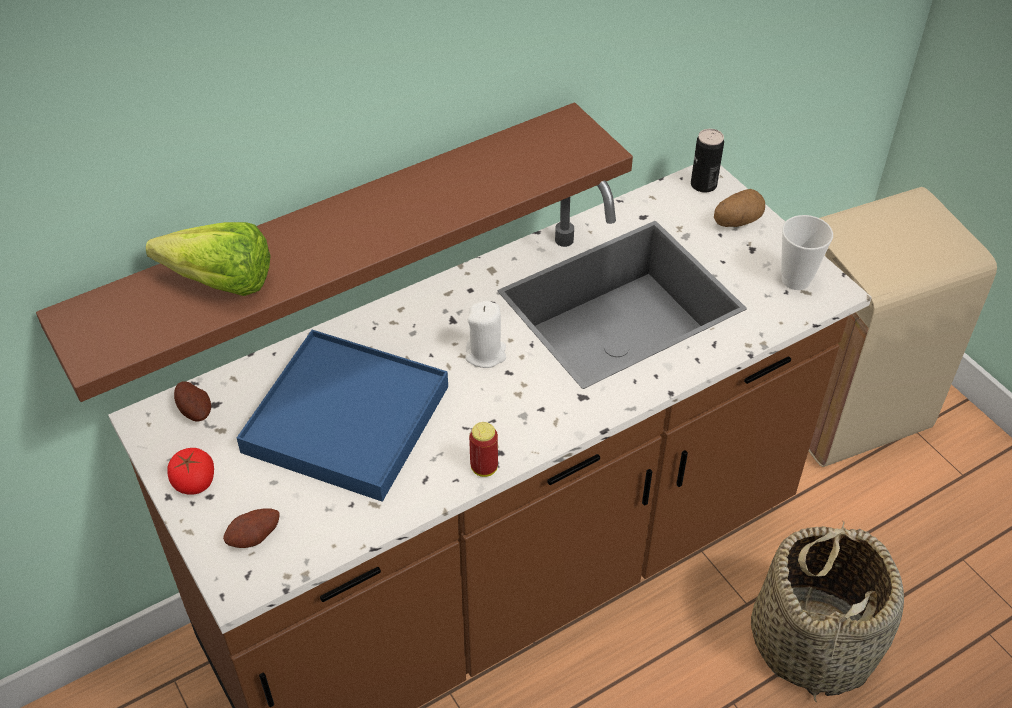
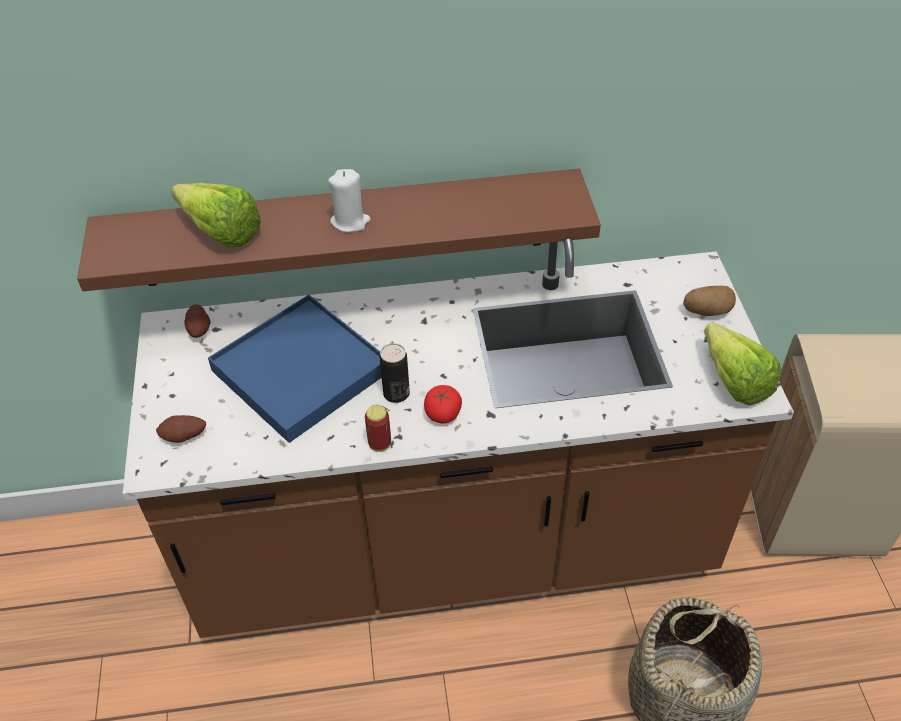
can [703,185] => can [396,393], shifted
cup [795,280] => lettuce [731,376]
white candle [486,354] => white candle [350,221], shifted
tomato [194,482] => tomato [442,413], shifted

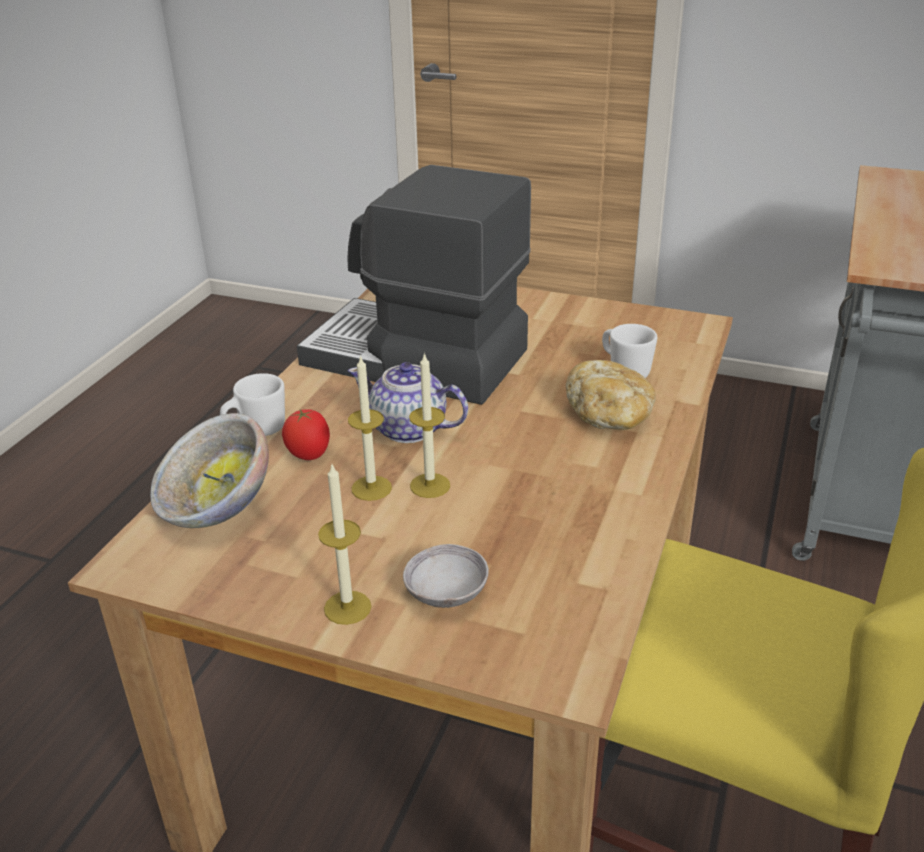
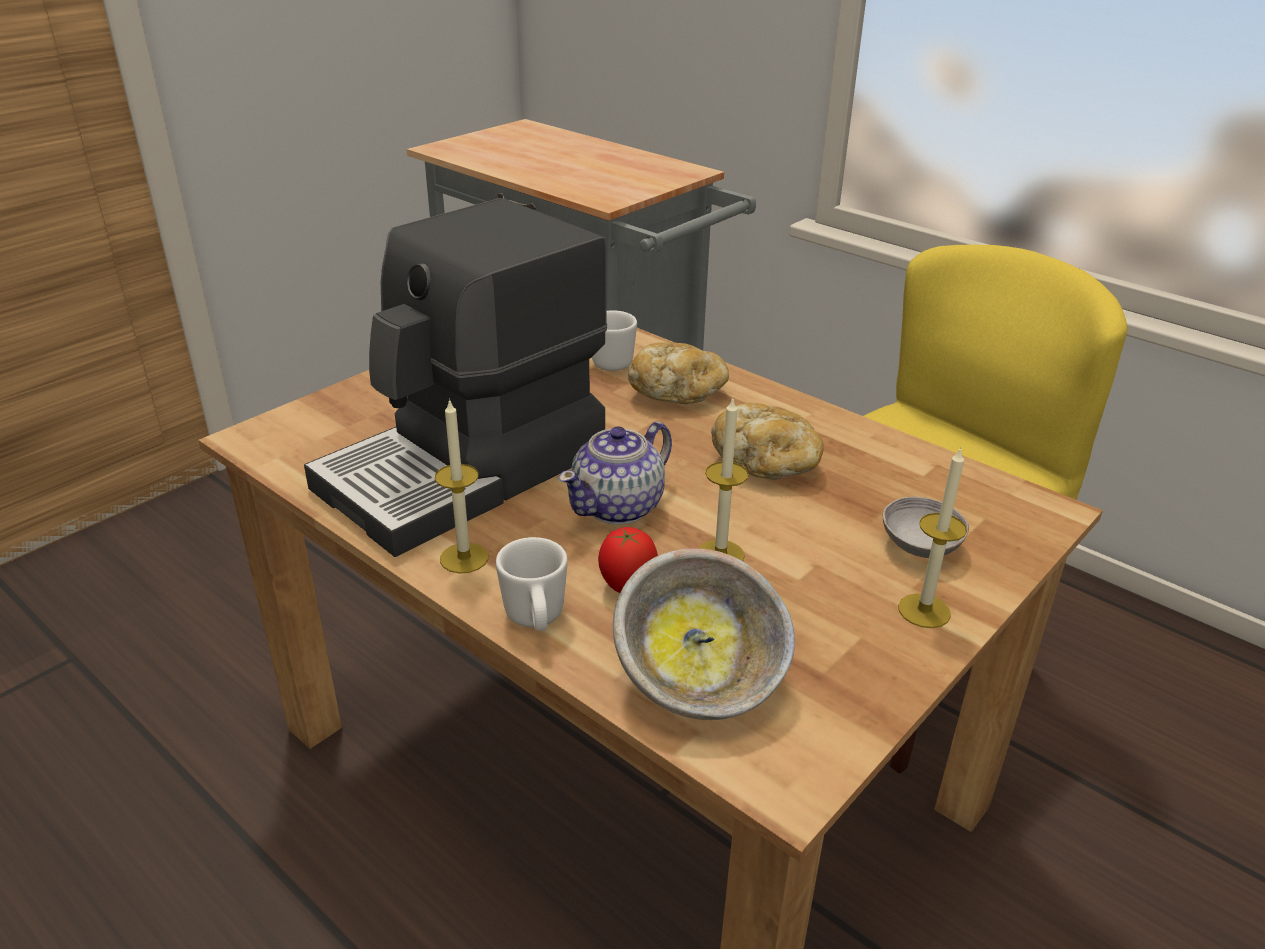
candle [430,485] => candle [464,558], shifted
nothing => bread [766,464]

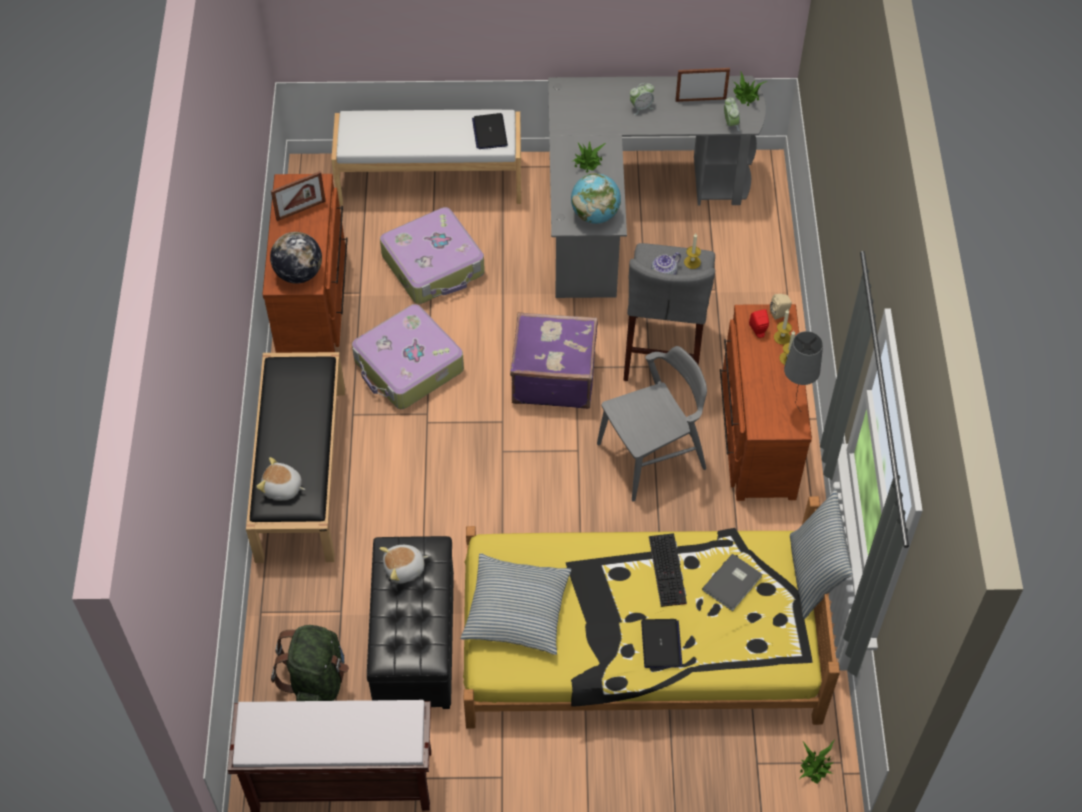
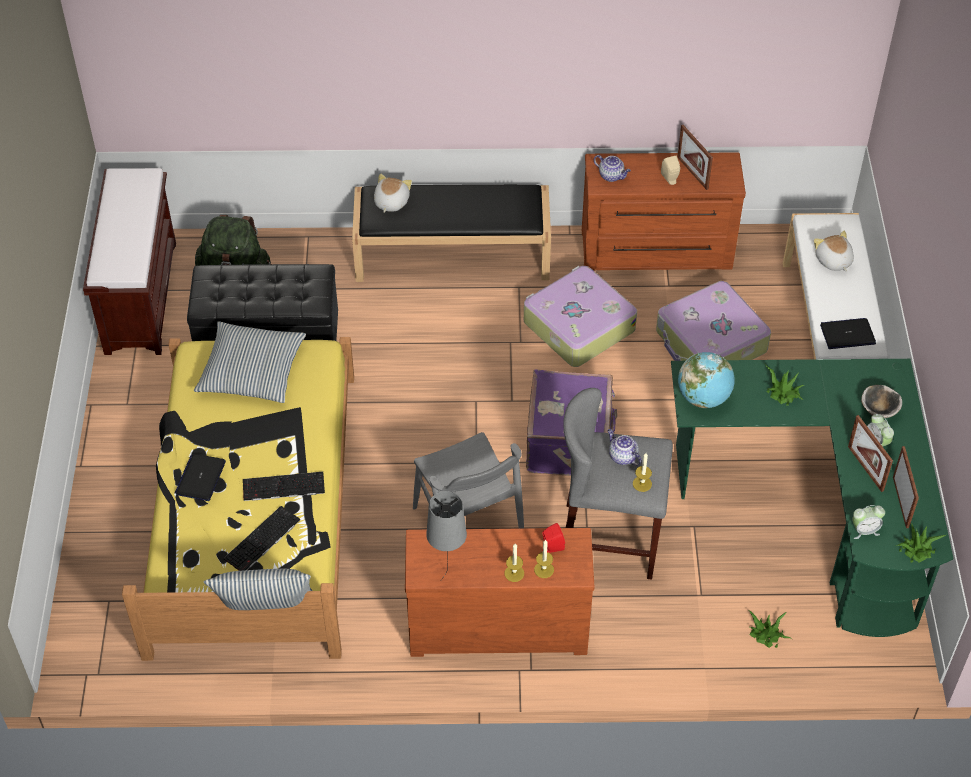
grey desk [628,206] => green desk [817,513]
globe [299,273] => teapot [611,176]
beige speaker [780,313] => beige speaker [670,179], shifted
plush toy [404,569] => plush toy [833,261], shifted
grey book [733,583] => keyboard [262,541]
laptop [661,644] => laptop [200,478], 105 degrees clockwise
potted plant [816,767] => potted plant [766,634], shifted
nothing => bowl [878,411]
nothing => picture frame [865,468]

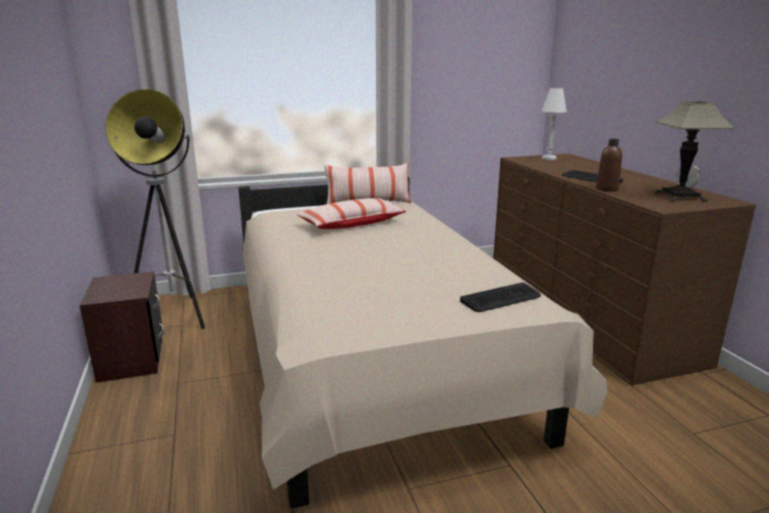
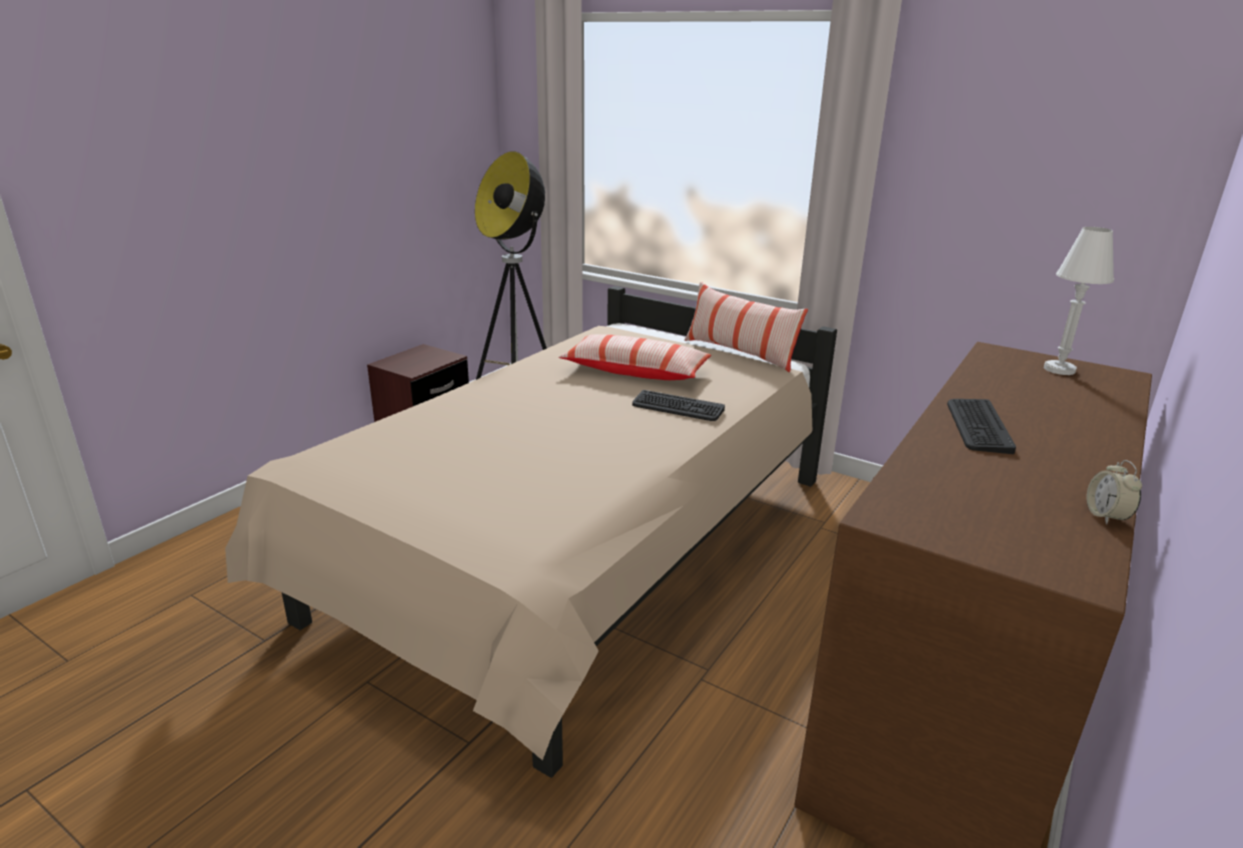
table lamp [680,197] => nothing
brown bottle [606,189] => nothing
keyboard [501,298] => keyboard [677,407], shifted

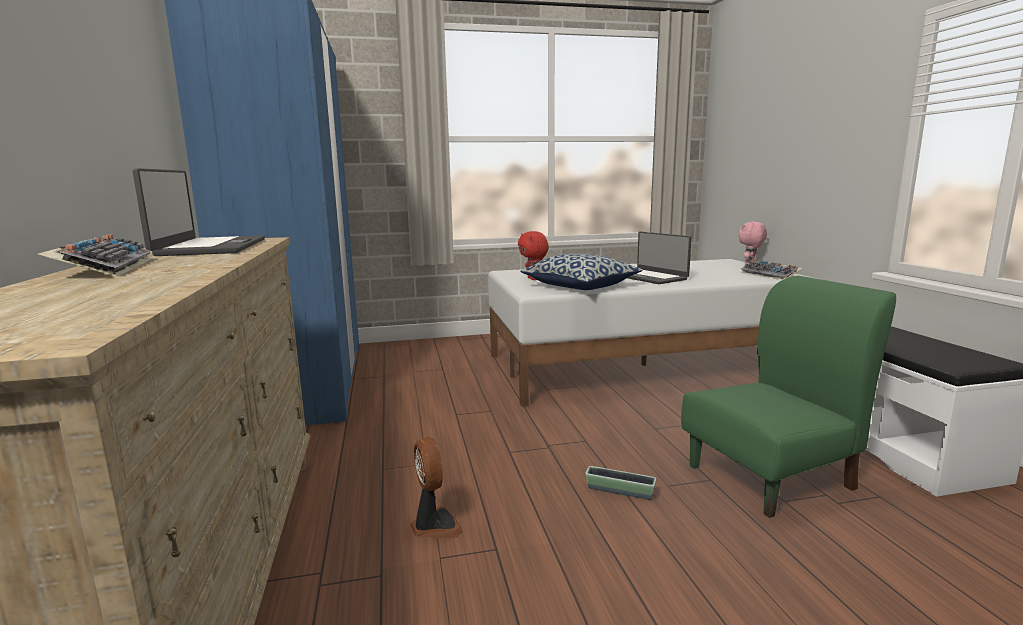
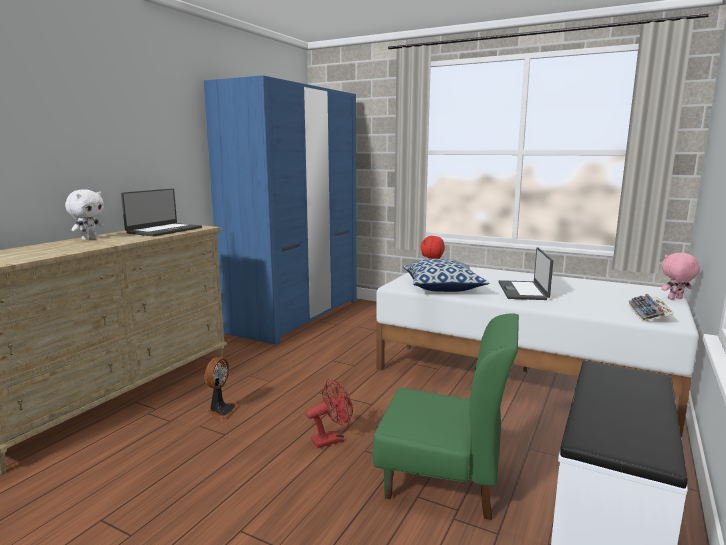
keyboard [103,268] => white plush toy [89,238]
planter [620,491] => red fan [332,439]

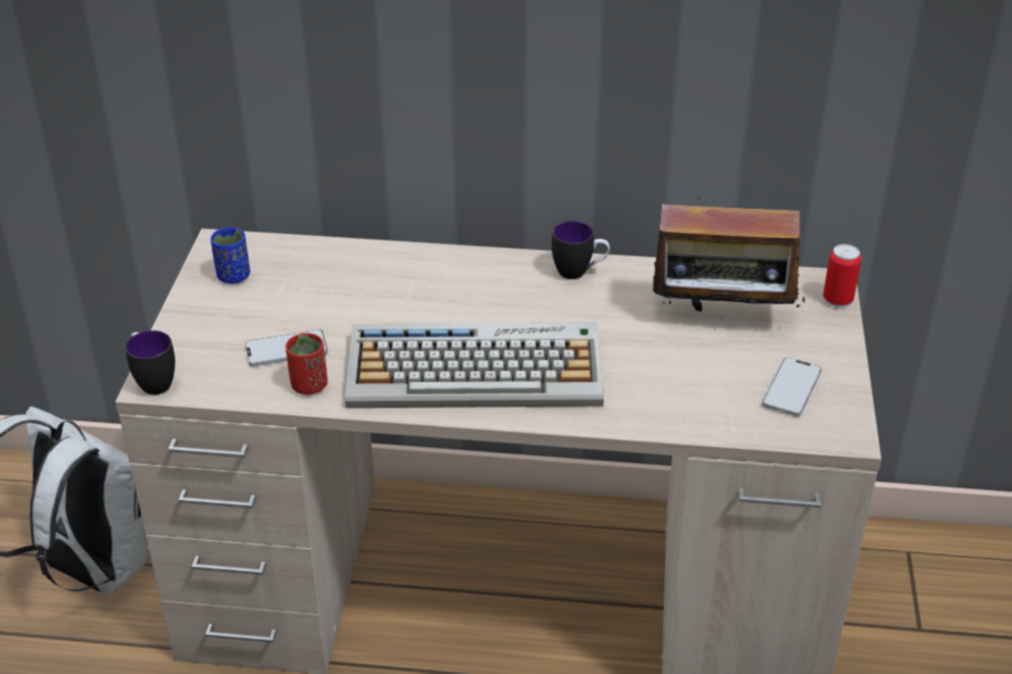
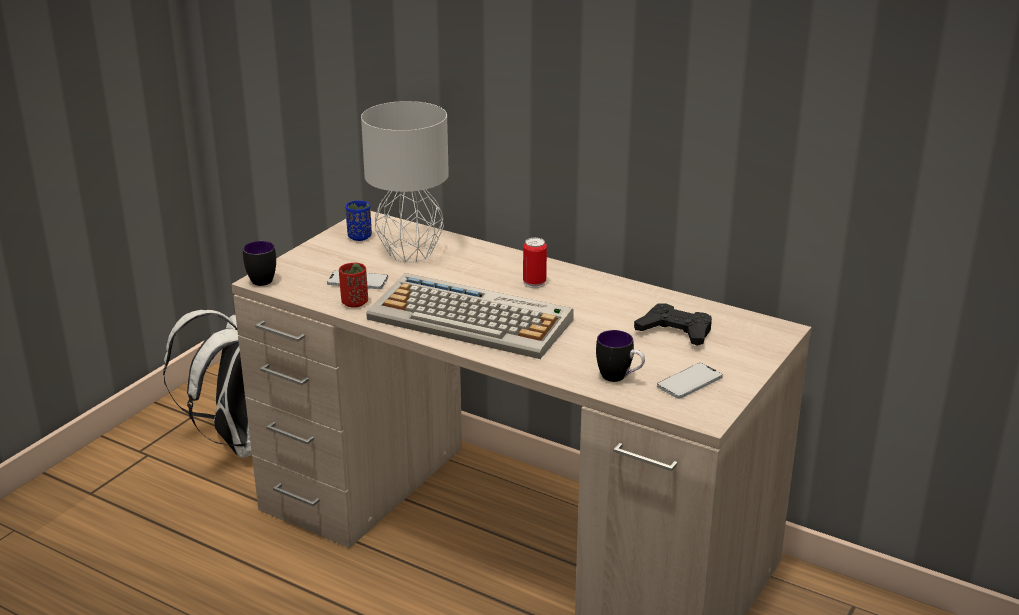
radio [721,319] => black game controller [675,331]
mug [579,272] => mug [619,378], shifted
can [837,300] => can [534,283], shifted
nothing => grey table lamp [411,252]

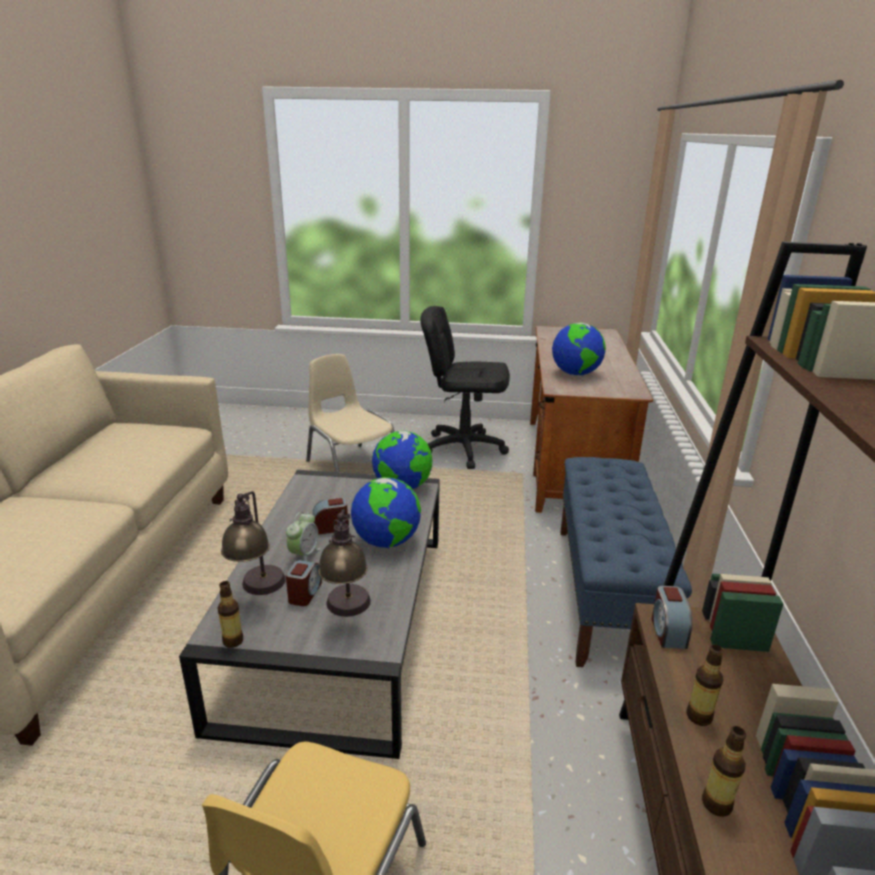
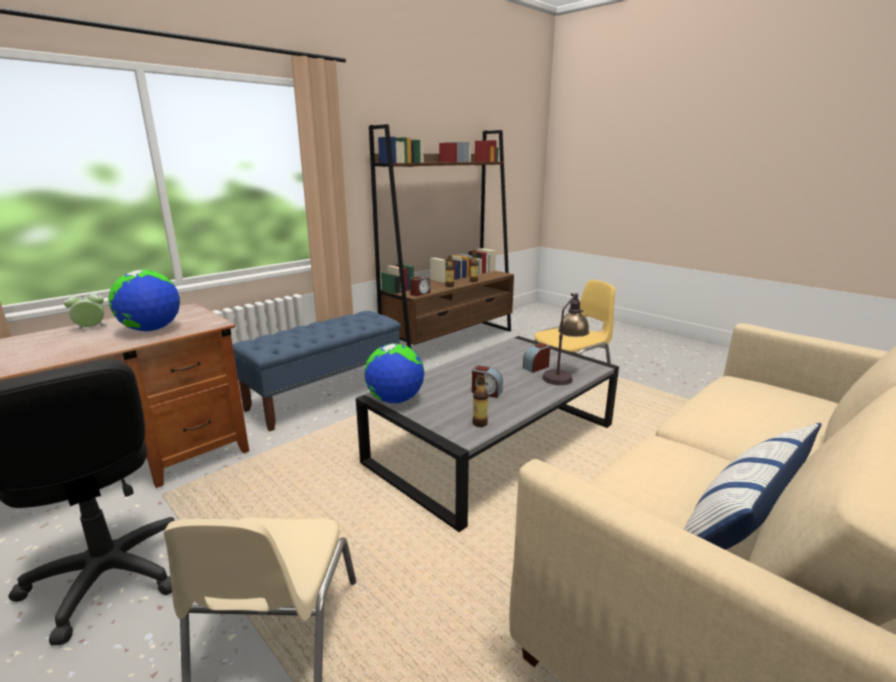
globe [386,541] => nothing
table lamp [347,613] => nothing
alarm clock [304,555] => alarm clock [91,328], shifted
bottle [233,641] => bottle [479,423], shifted
nothing => pillow [738,523]

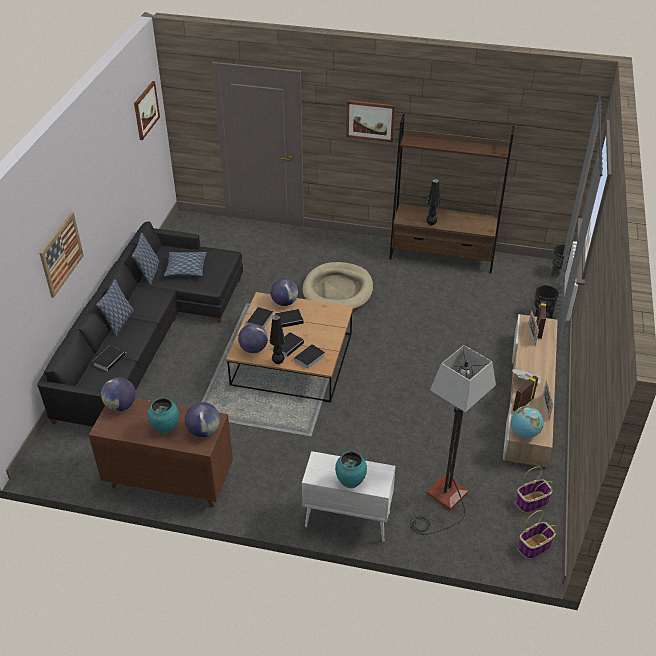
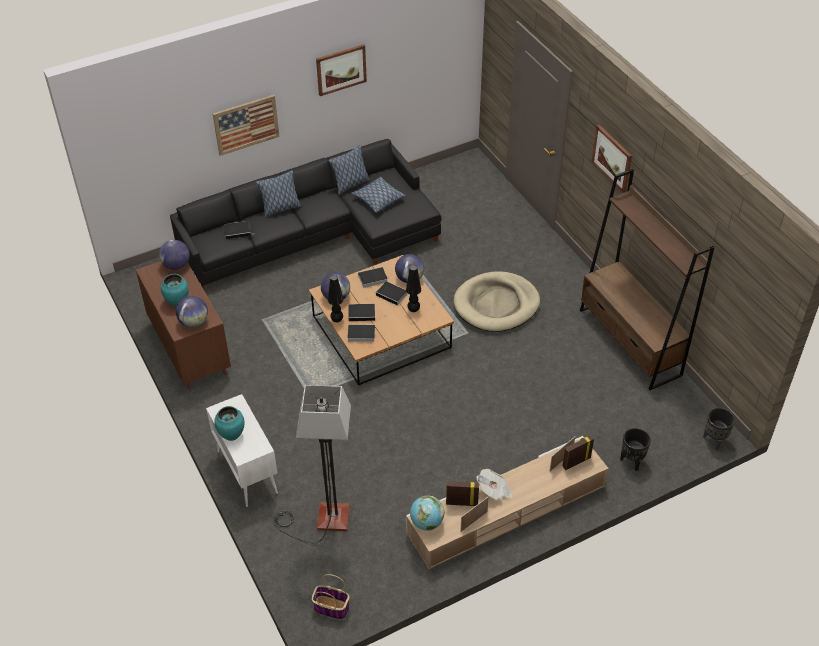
picture [146,110] => picture [341,69], shifted
black table lamp [431,224] => black table lamp [413,310], shifted
basket [531,502] => nothing

